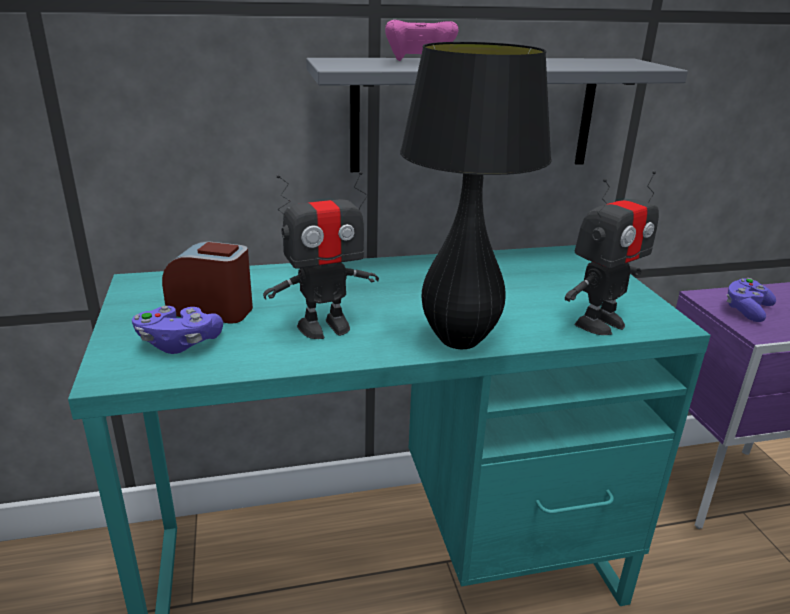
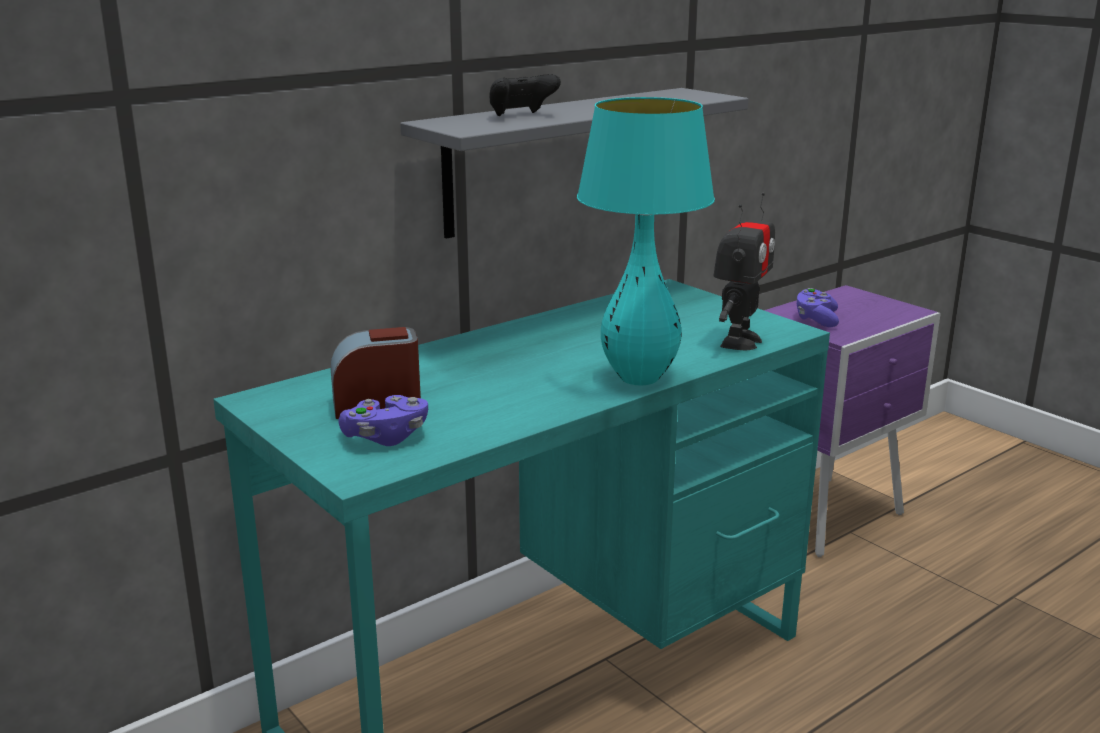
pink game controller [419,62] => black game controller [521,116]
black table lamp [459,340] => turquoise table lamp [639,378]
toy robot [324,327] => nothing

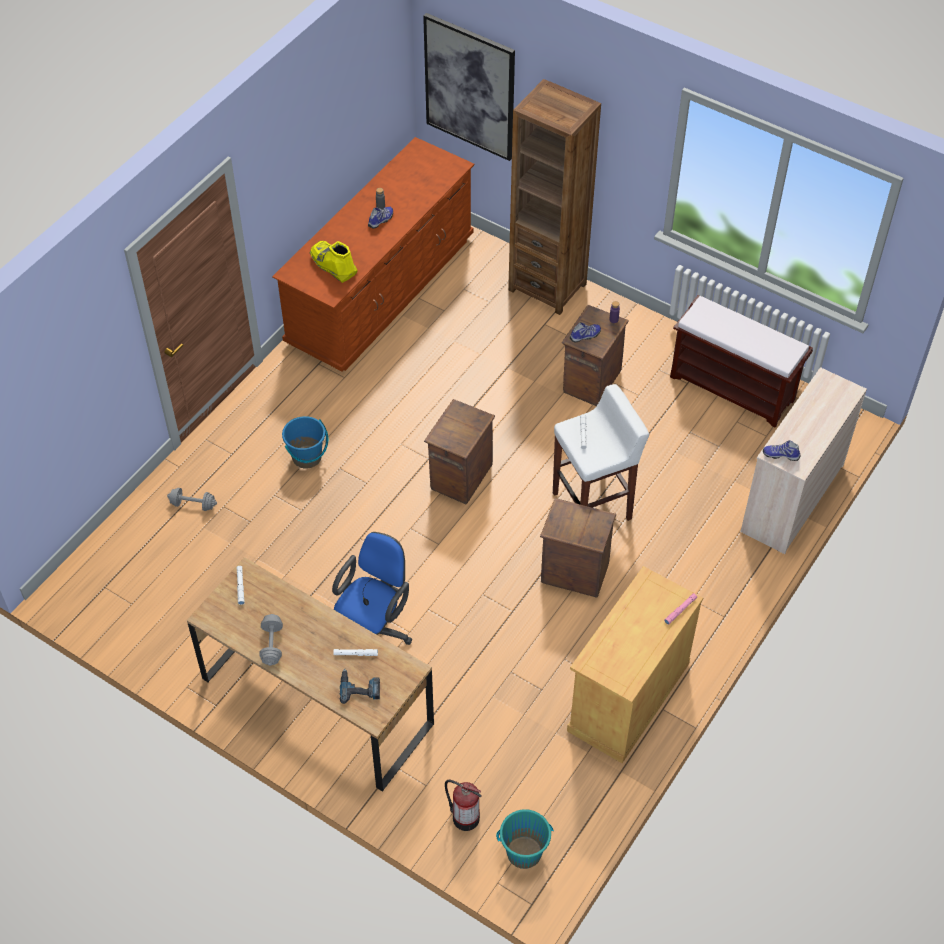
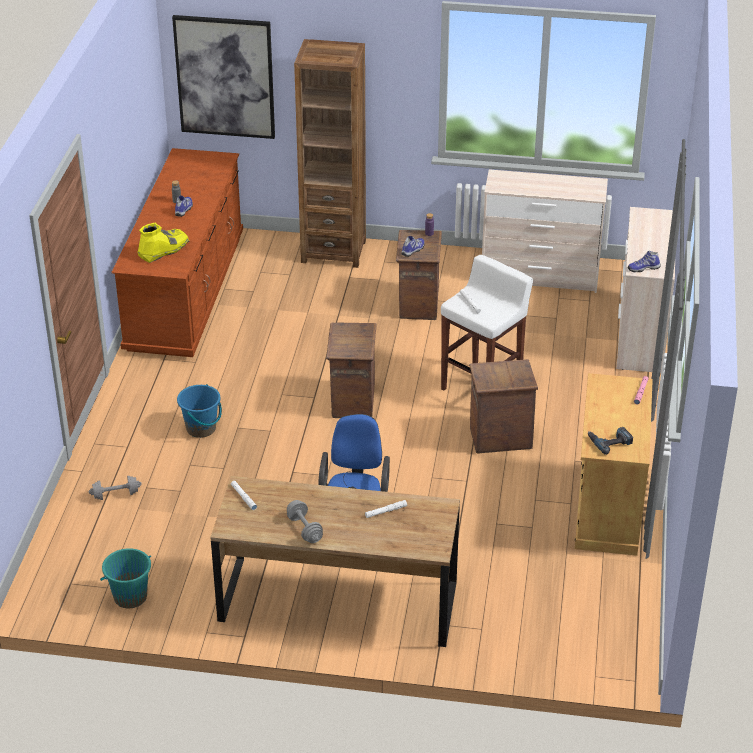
yellow boot [333,265] => yellow boot [163,250], 120 degrees clockwise
brown bench [733,388] => beige dresser [539,277]
power drill [360,687] => power drill [609,441], shifted
fire extinguisher [464,817] => nothing
turquoise bucket [524,852] => turquoise bucket [130,596], shifted

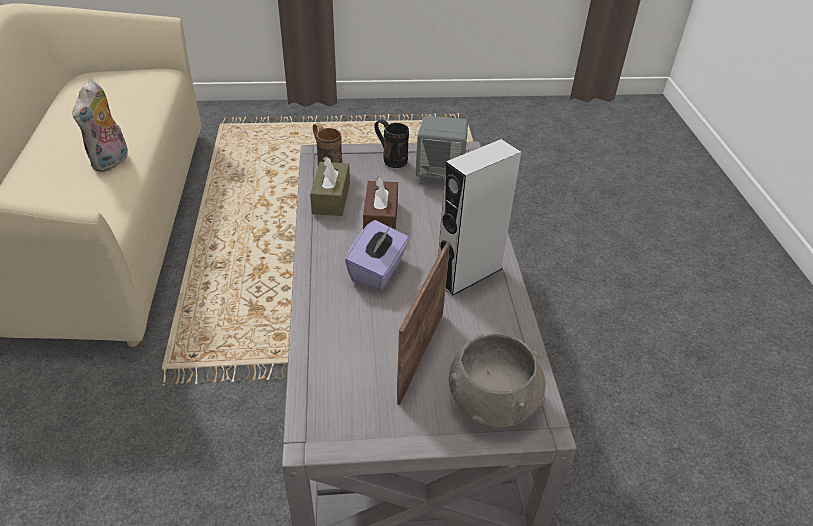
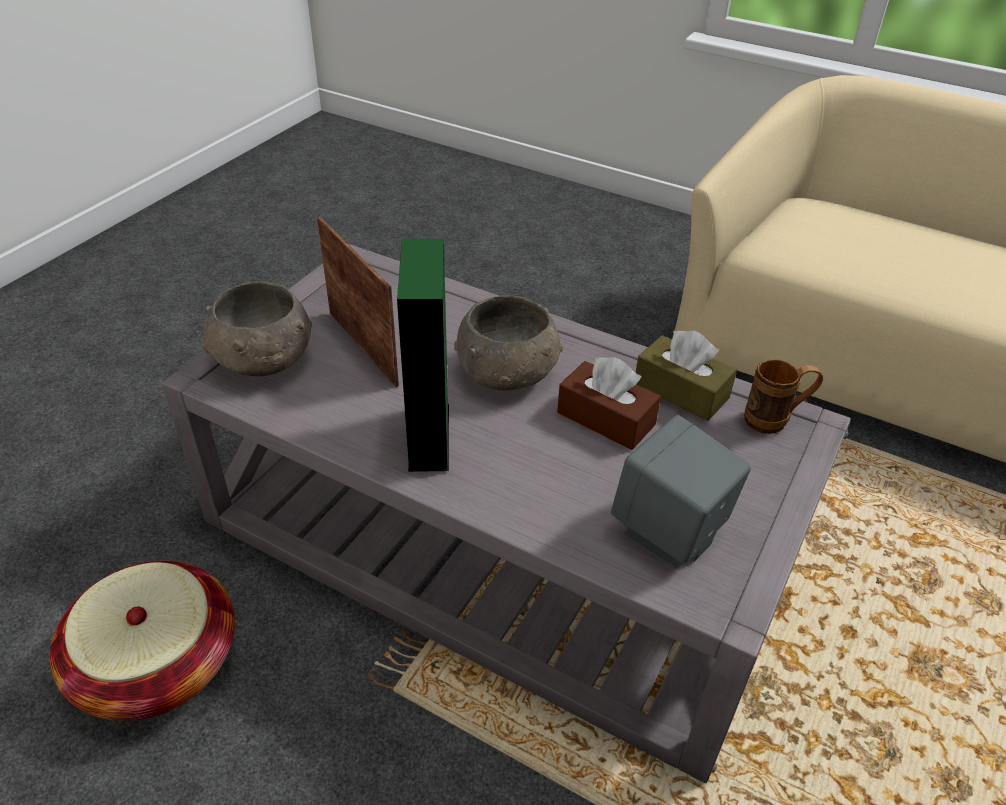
plush toy [111,162] => nothing
black mug [390,159] => nothing
grey speaker [469,274] => green speaker [429,436]
purple tissue box [378,270] => grey bowl [508,373]
nothing => basket [158,664]

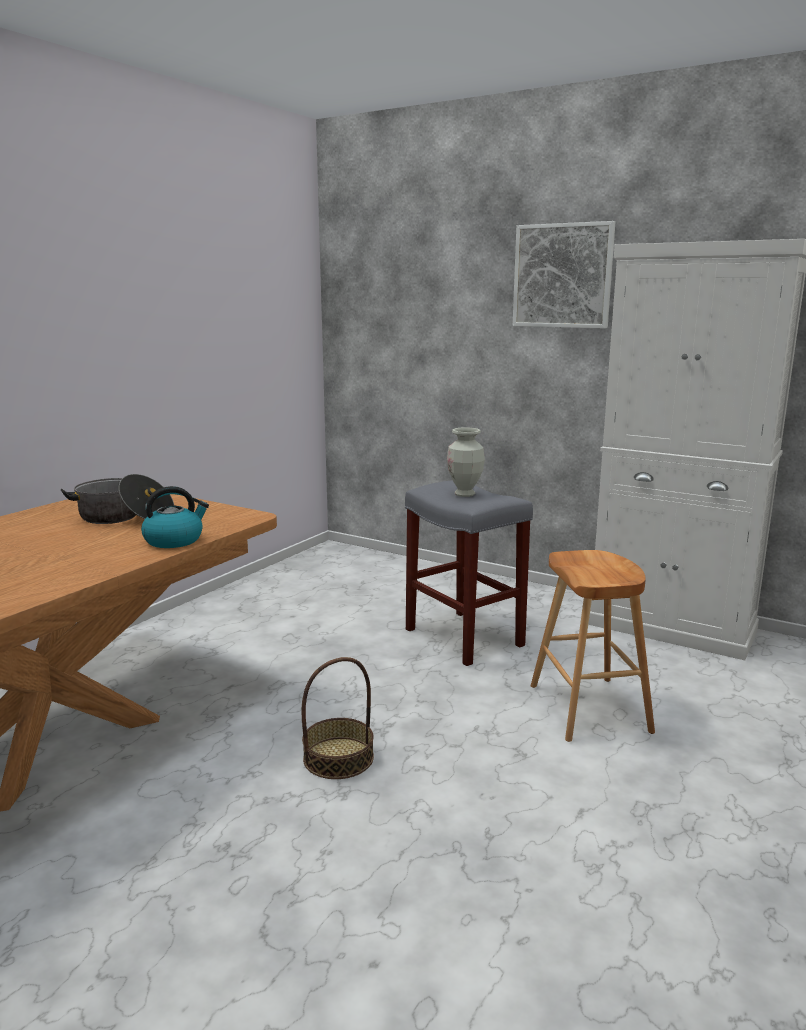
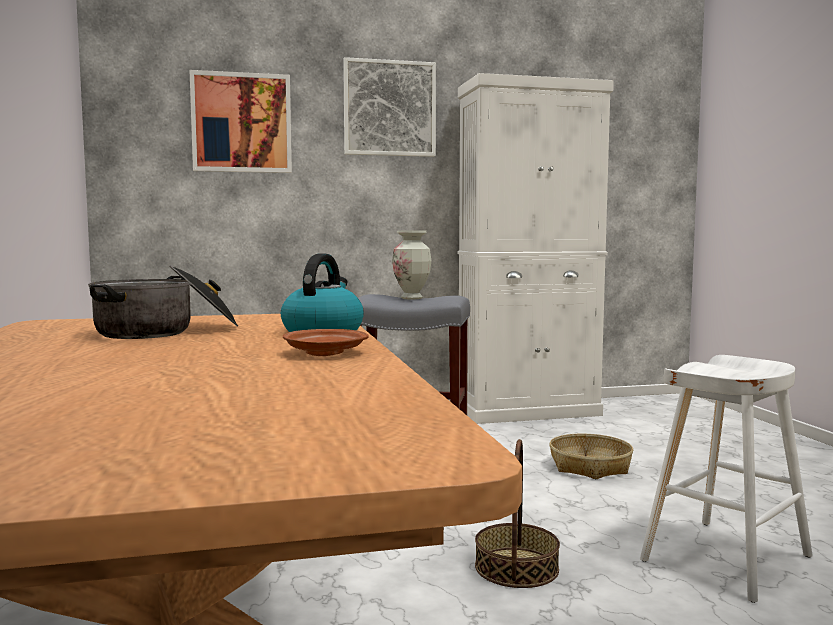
brown stool [588,708] => basket [590,466]
nothing => picture [241,123]
nothing => brown plate [324,353]
nothing => white stool [726,558]

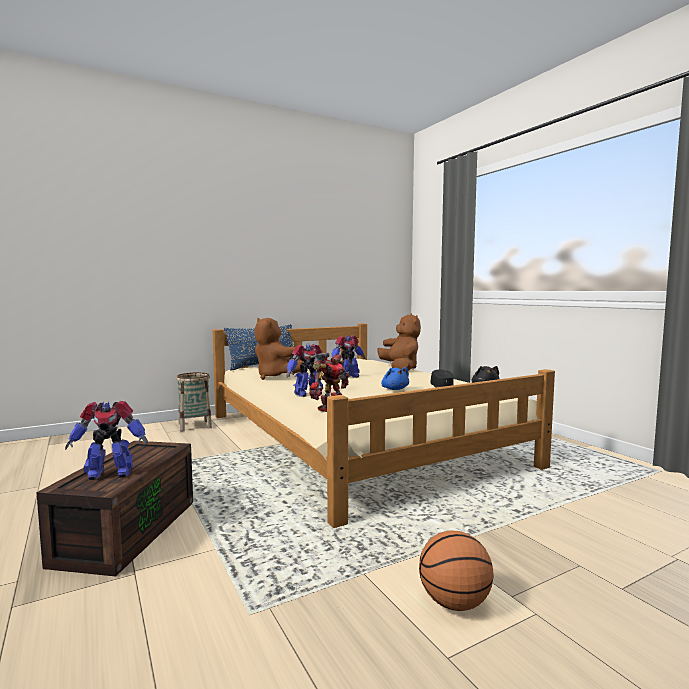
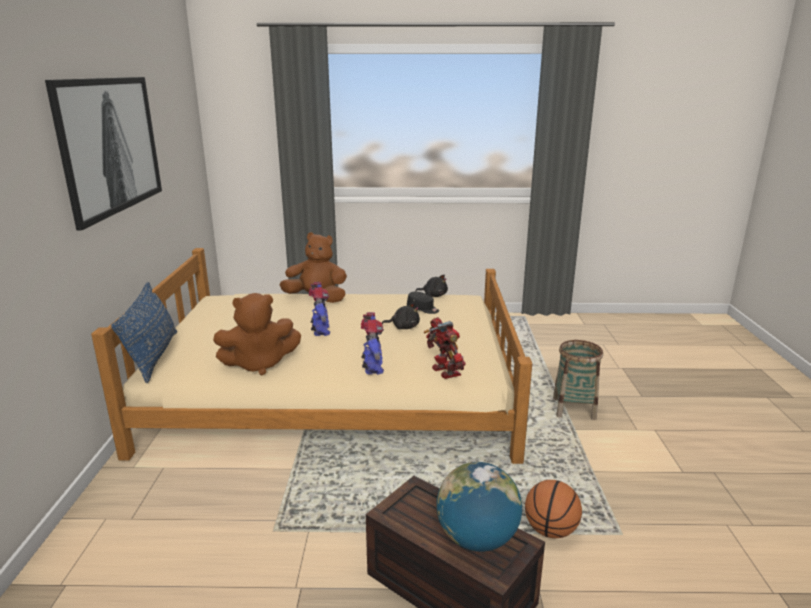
blue plush toy [394,389] => black plush toy [403,327]
basket [195,426] => basket [574,408], shifted
toy robot [109,473] => globe [477,539]
basketball [454,603] => basketball [550,530], shifted
nothing => picture [111,145]

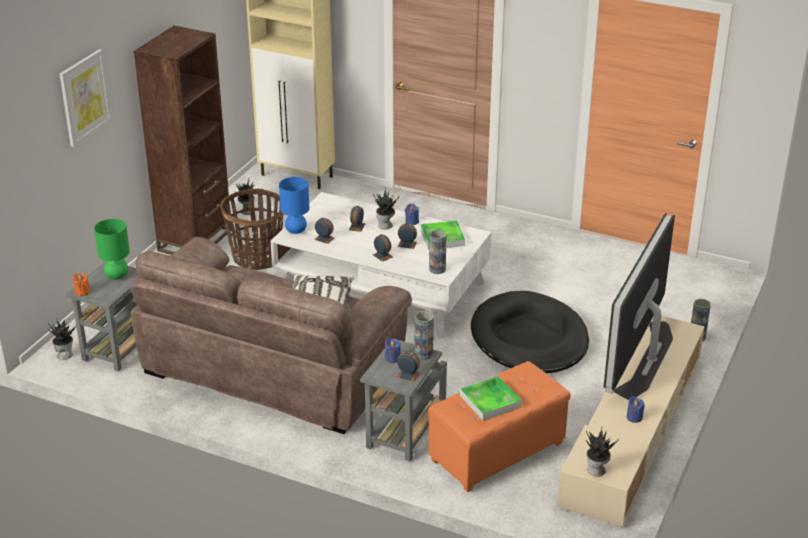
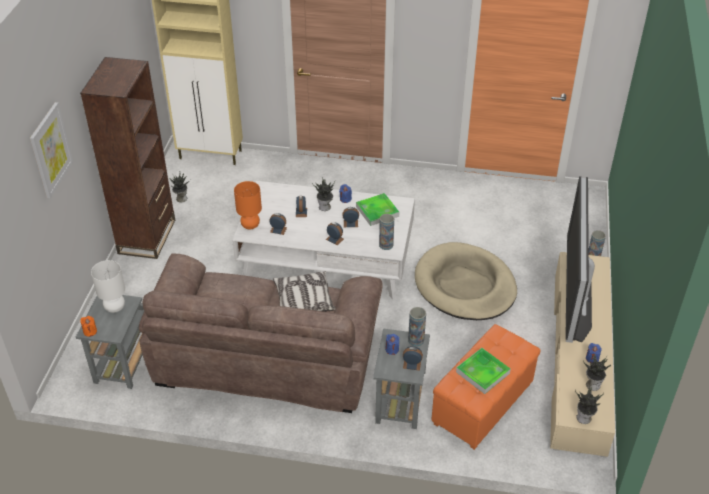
blue table lamp [295,230] => orange table lamp [250,225]
basket [256,258] => nothing
green table lamp [117,276] => white table lamp [115,307]
black dog bed [529,338] => beige dog bed [465,285]
potted plant [65,355] => potted plant [592,384], shifted

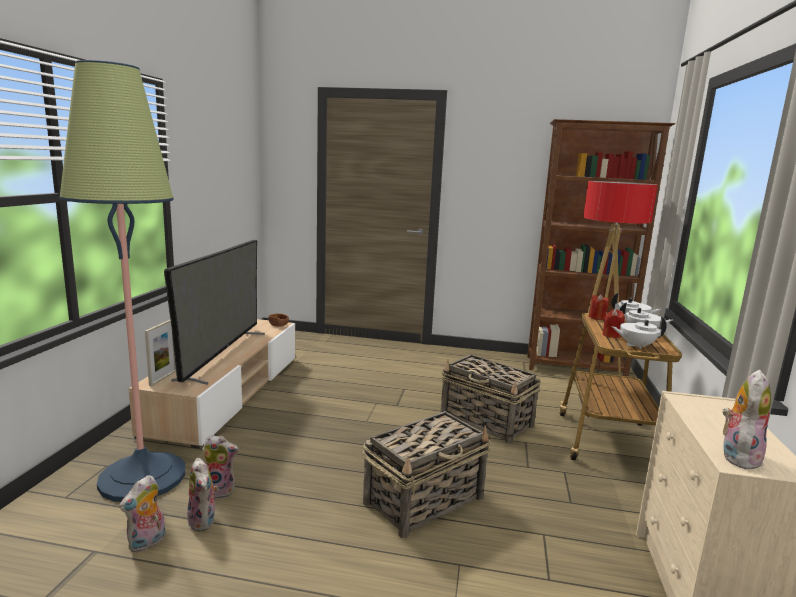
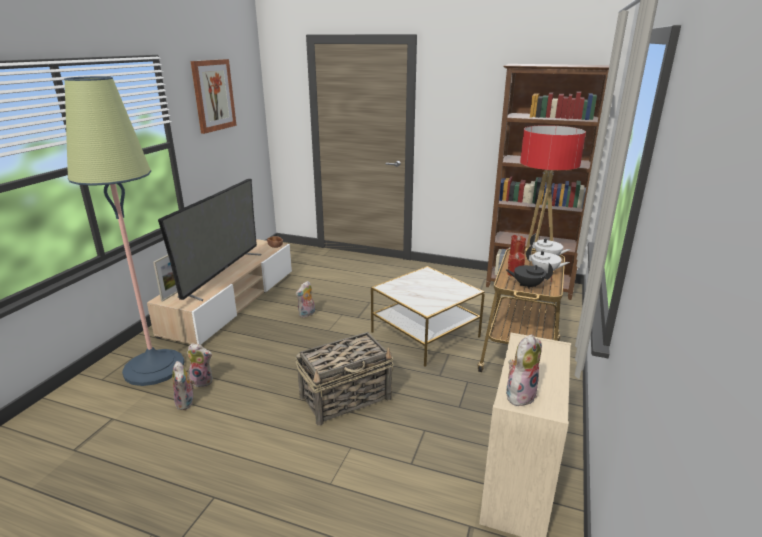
white teapot [636,346] => black teapot [527,285]
basket [487,421] => side table [425,334]
plush toy [147,543] => plush toy [307,314], shifted
nothing => picture [213,95]

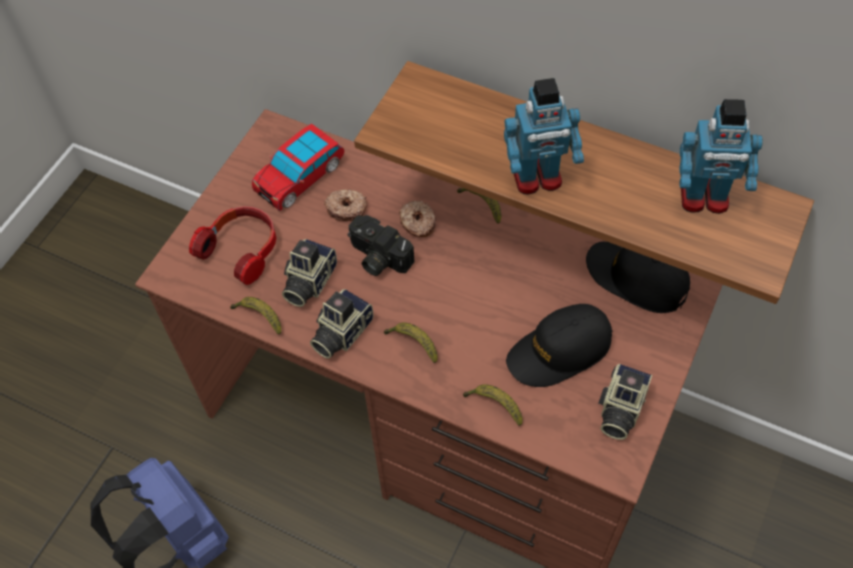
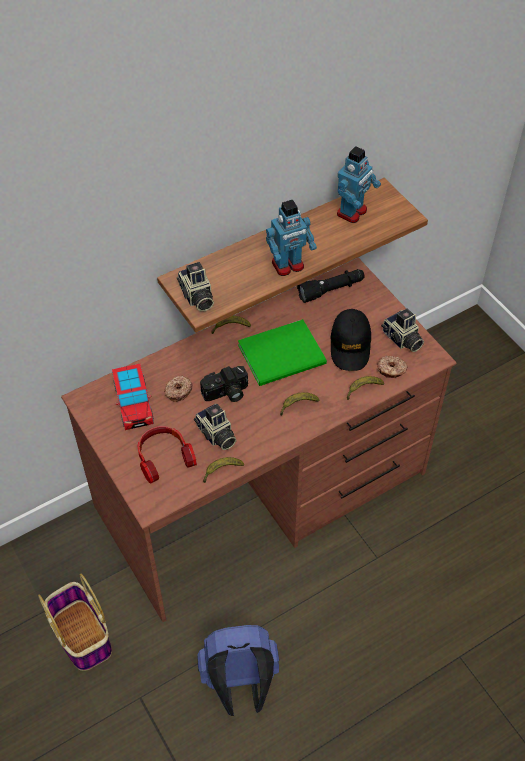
toy robot [537,178] => toy robot [288,265], 45 degrees clockwise
donut [417,223] => donut [391,370], shifted
black cap [636,278] => black flashlight [331,290]
photo camera [340,332] => photo camera [196,297], shifted
nothing => green book [284,355]
nothing => basket [81,635]

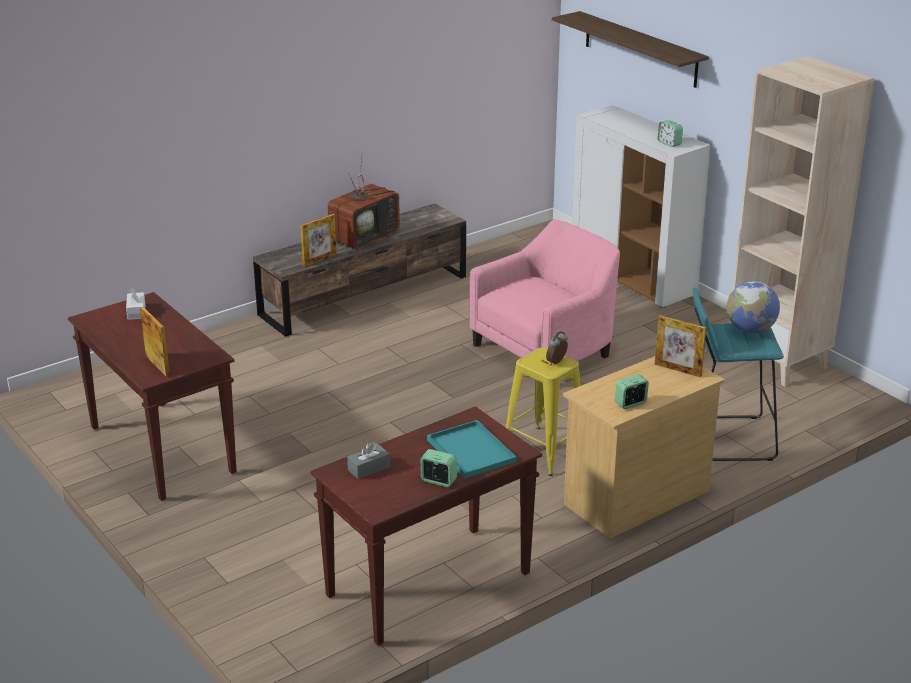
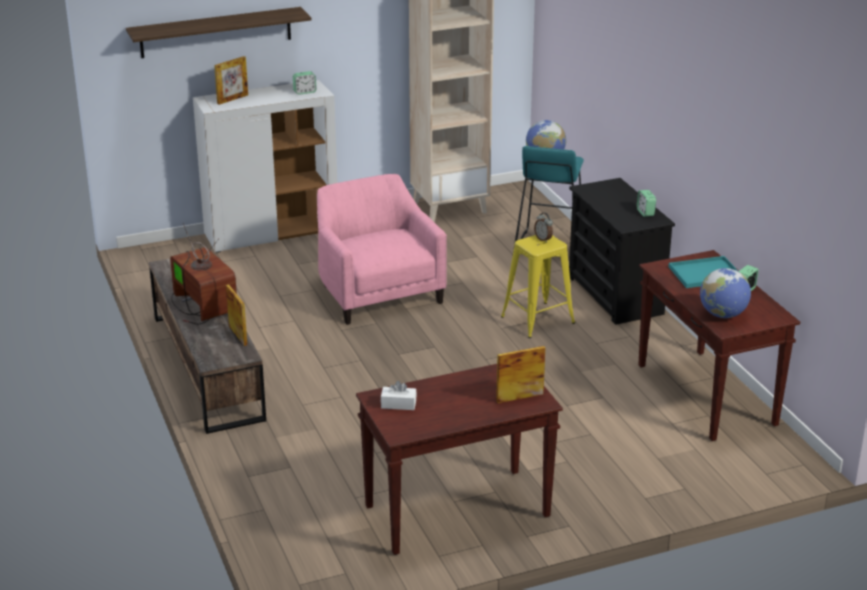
picture frame [678,370] => picture frame [232,99], shifted
beige dresser [636,497] => black dresser [615,295]
grey tissue box [369,468] => globe [722,315]

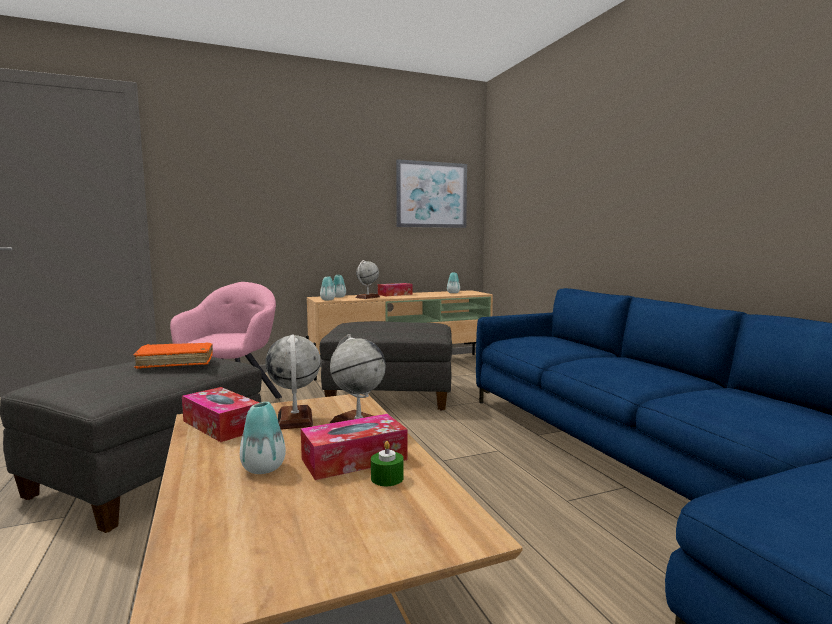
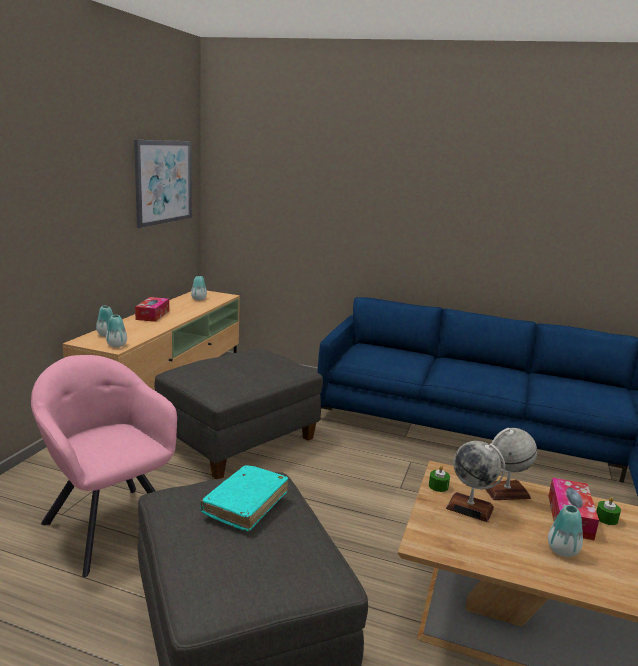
globe [367,297] => nothing
orange book [176,362] => turquoise book [245,504]
tissue box [221,425] => nothing
nothing => green candle [438,486]

